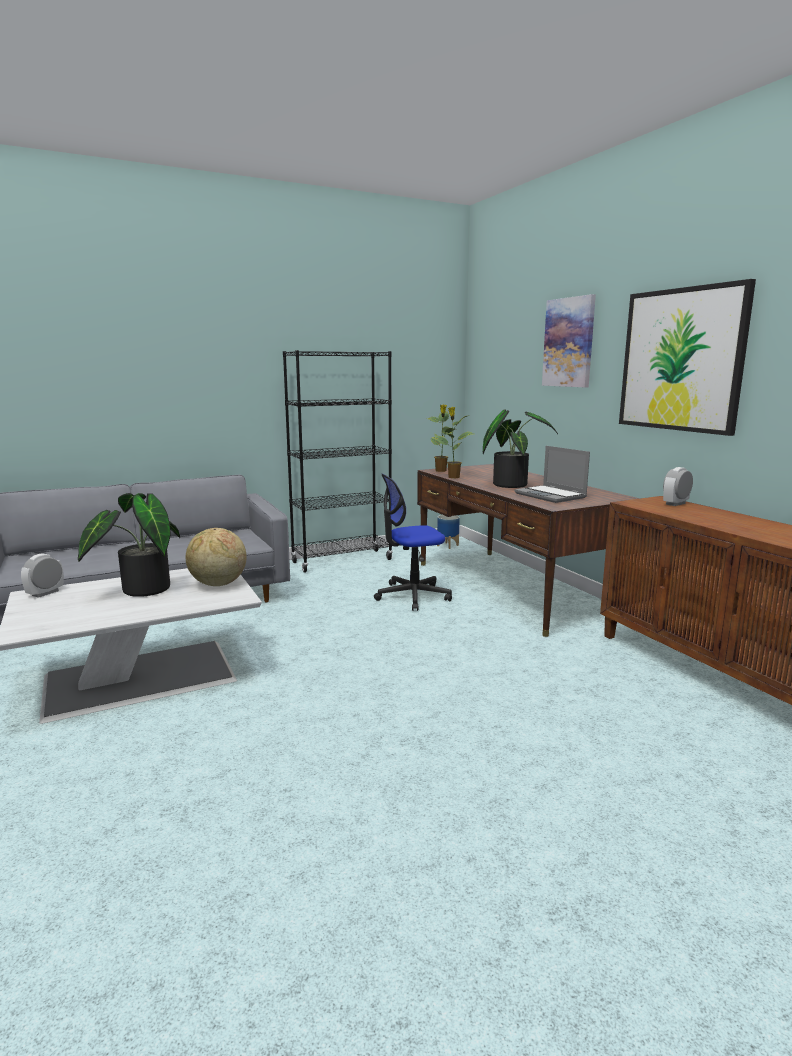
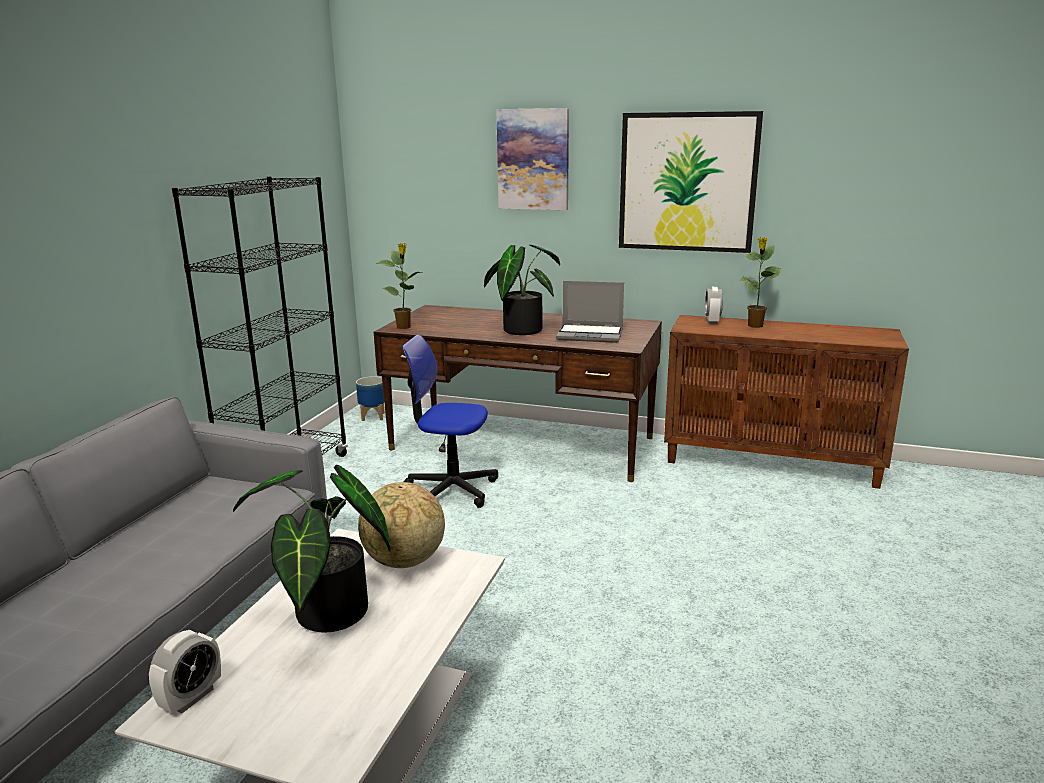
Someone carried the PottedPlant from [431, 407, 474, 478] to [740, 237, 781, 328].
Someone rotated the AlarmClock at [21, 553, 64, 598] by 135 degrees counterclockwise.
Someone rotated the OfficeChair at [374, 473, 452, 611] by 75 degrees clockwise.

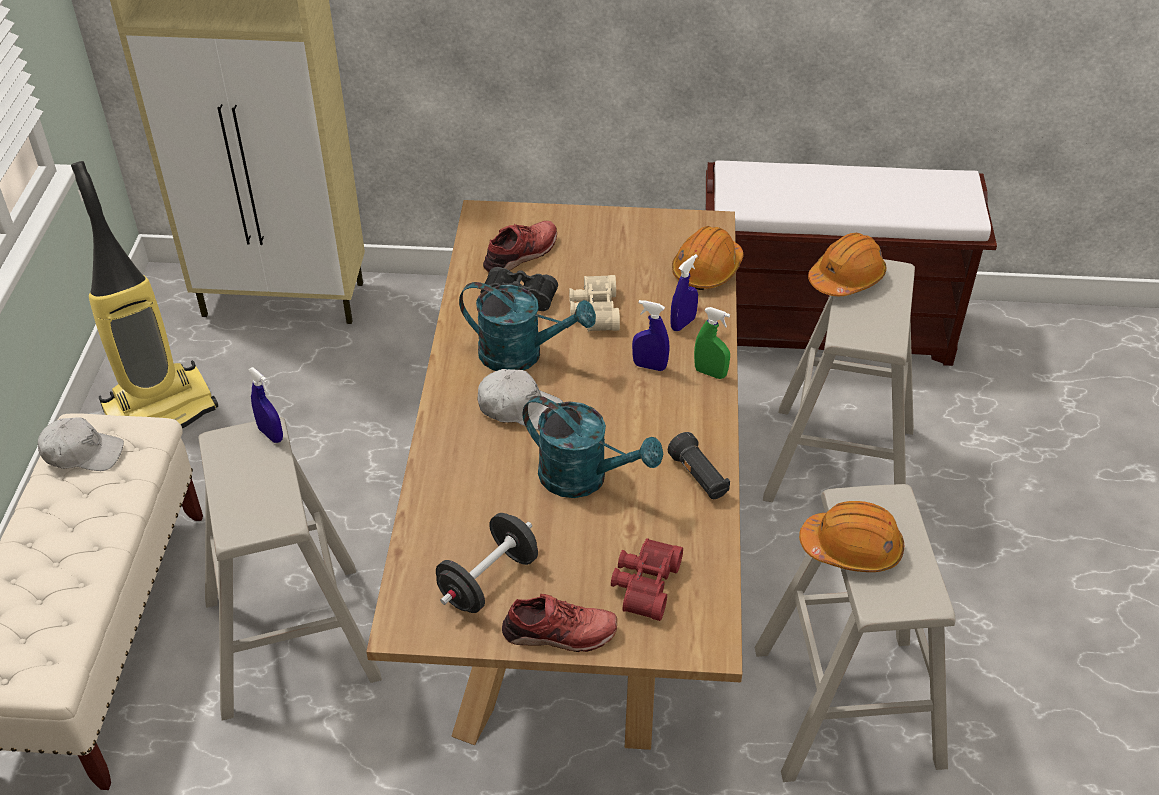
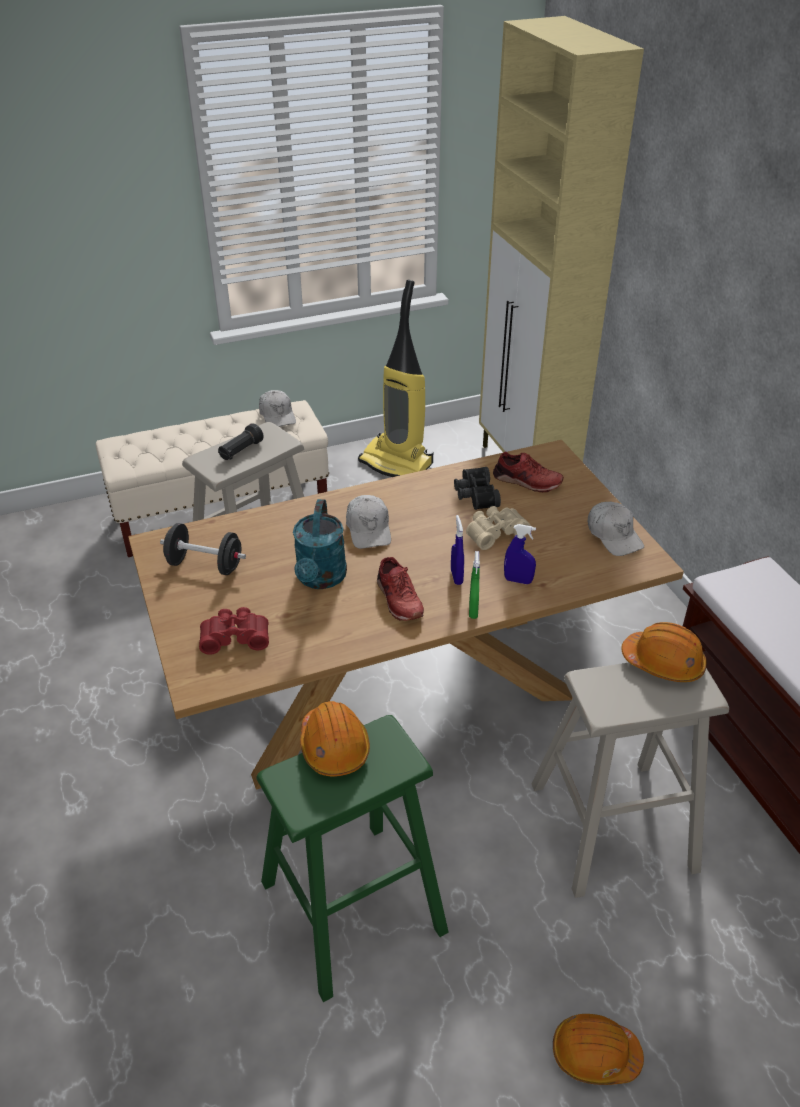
Someone took away the BlueSprayBottle at [248, 367, 283, 443].
Someone took away the TurquoiseWateringCan at [459, 282, 596, 371].
Someone put down the WhiteCap at [588, 502, 644, 556].
Someone carried the RedShoe from [502, 594, 617, 652] to [377, 557, 424, 621].
Someone carried the BlackFlashlight from [668, 432, 730, 499] to [218, 423, 264, 460].
Someone carried the OrangeHardHat from [672, 226, 744, 290] to [553, 1014, 644, 1085].
Someone repainted the BeigeStool at [755, 484, 956, 782], which became the GreenStool at [256, 715, 449, 1002].

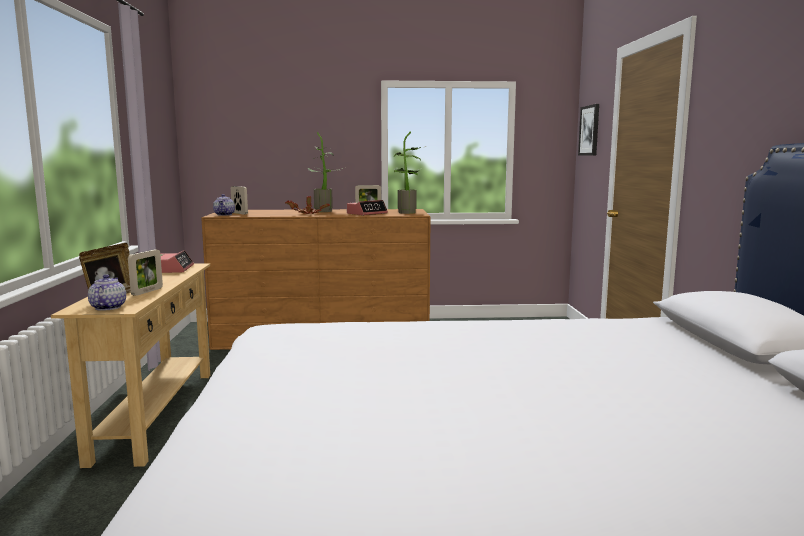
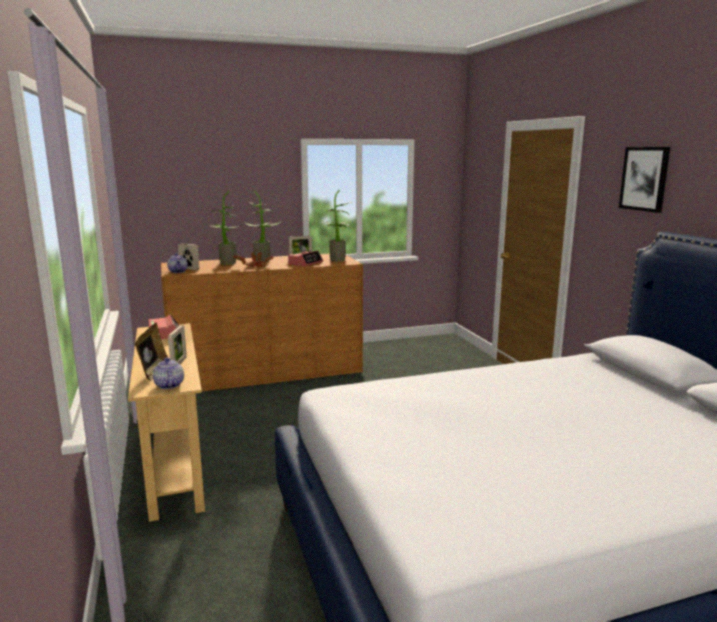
Someone put down the PottedPlant at [204, 191, 239, 265].
Someone carried the Picture from [578, 104, 599, 156] to [619, 147, 670, 213].

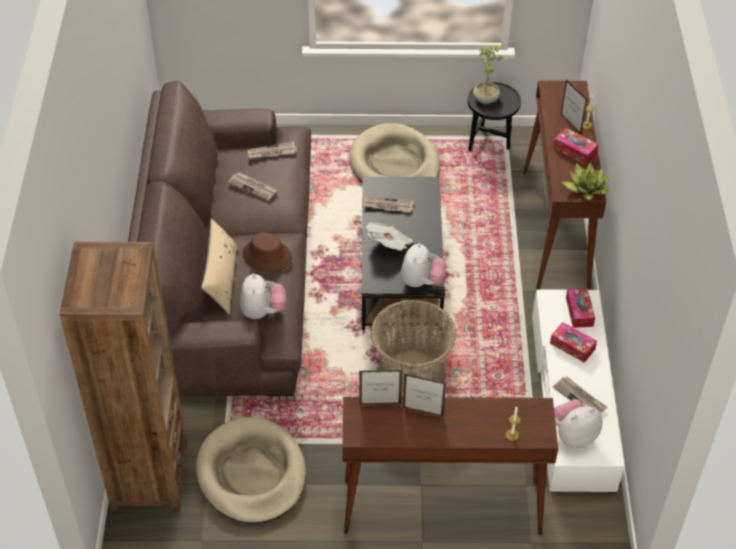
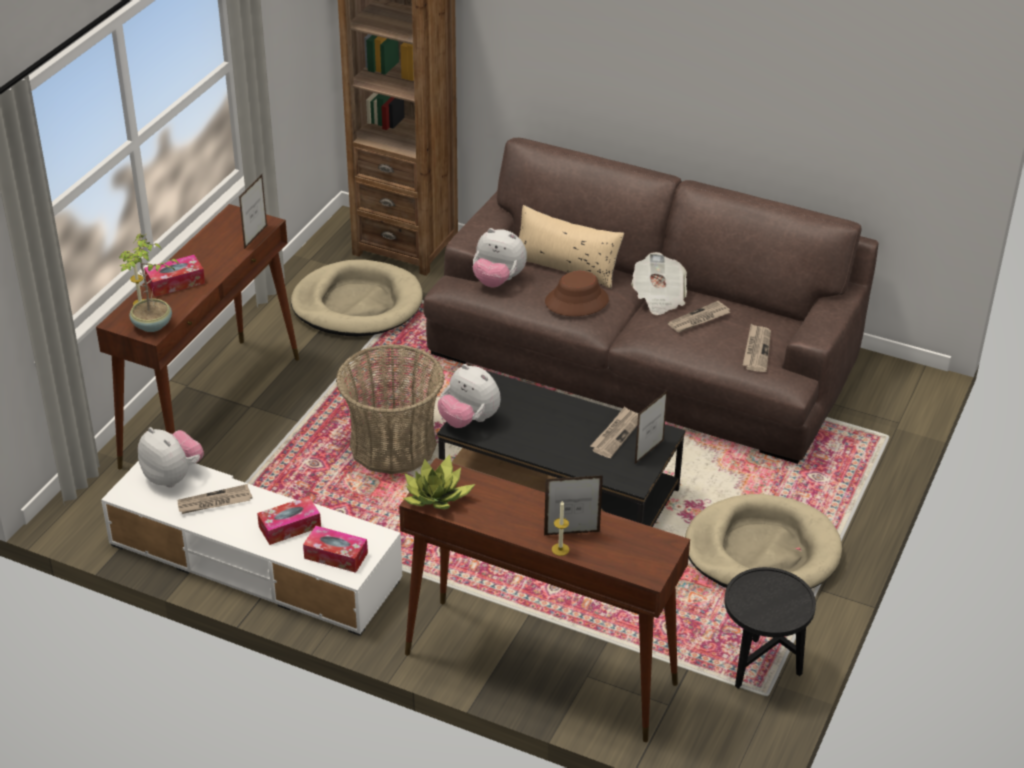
Someone carried the Newspaper from [366, 222, 413, 251] to [631, 252, 687, 315].
Someone carried the PictureFrame from [403, 374, 446, 416] to [635, 390, 668, 464].
Someone carried the PottedPlant from [473, 45, 509, 104] to [118, 234, 179, 332].
Someone carried the TissueBox from [553, 128, 599, 165] to [144, 255, 205, 297].
Someone rotated the PlushToy at [554, 399, 603, 448] by 45 degrees counterclockwise.

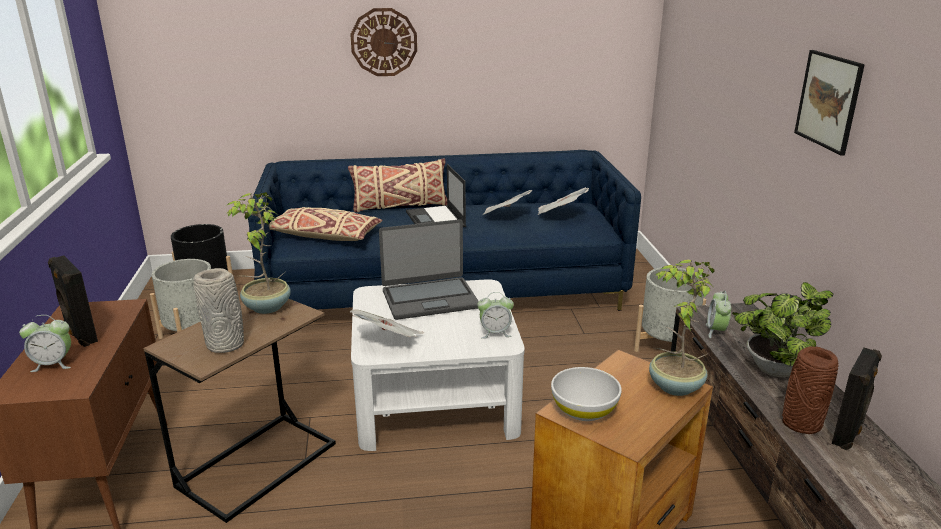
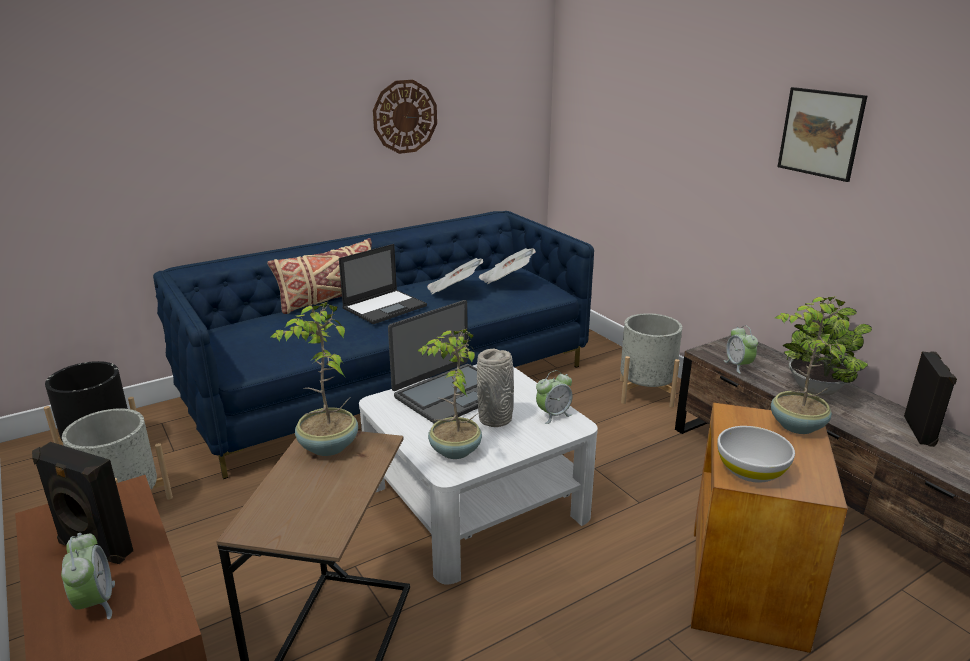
Someone took away the BeigePillow at [269, 207, 382, 241].
Someone took away the BrownVase at [782, 346, 839, 434].
Someone carried the GreyVase from [193, 268, 244, 353] to [477, 349, 514, 427].
Someone carried the WallClock from [350, 8, 417, 76] to [373, 80, 437, 154].
Someone swapped the Newspaper at [350, 309, 424, 337] for the PottedPlant at [418, 329, 482, 459].
Someone rotated the AlarmClock at [19, 315, 71, 372] by 75 degrees counterclockwise.
Someone rotated the Laptop at [406, 164, 466, 227] by 90 degrees counterclockwise.

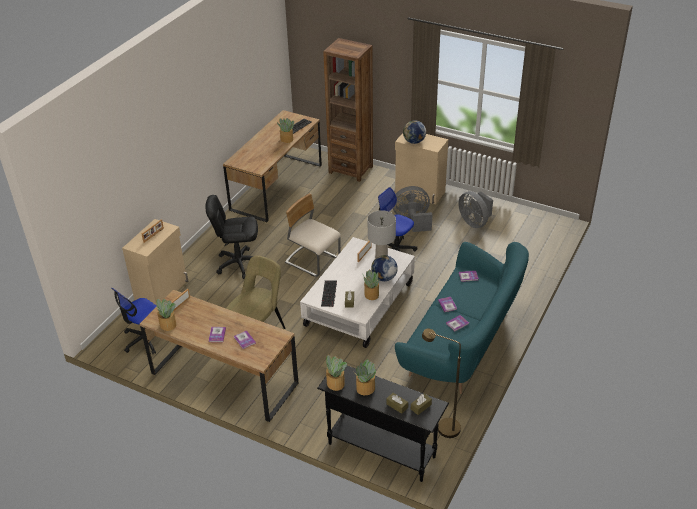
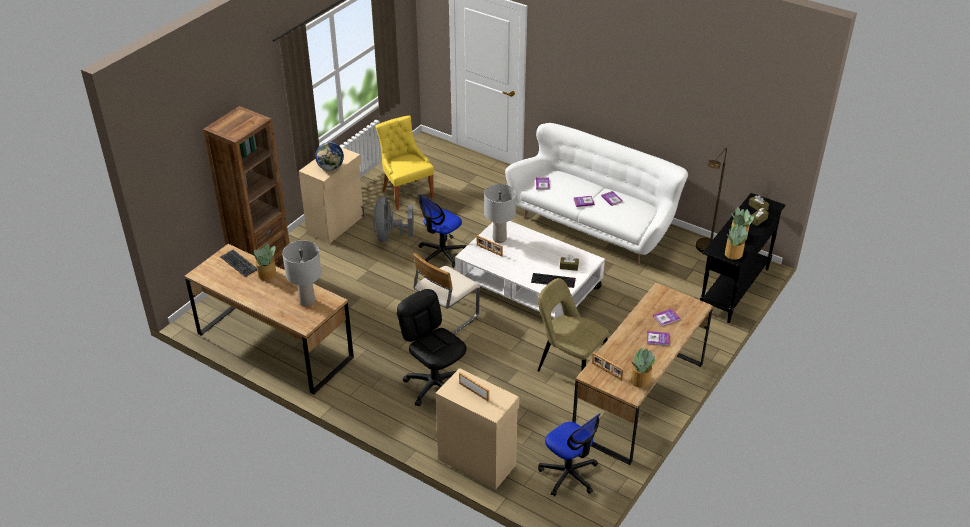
Someone took away the PottedPlant at [362, 270, 380, 300].
Someone took away the Globe at [371, 255, 398, 281].
Someone put down the GreyTableLamp at [282, 240, 322, 306].
Someone swapped the GreyFan at [458, 191, 493, 228] for the YellowChair at [375, 115, 434, 210].
Someone repainted the TurquoiseSofa at [395, 242, 529, 394], which became the WhiteSofa at [505, 123, 688, 264].
Someone rotated the BlackOfficeChair at [205, 195, 258, 279] by 135 degrees clockwise.

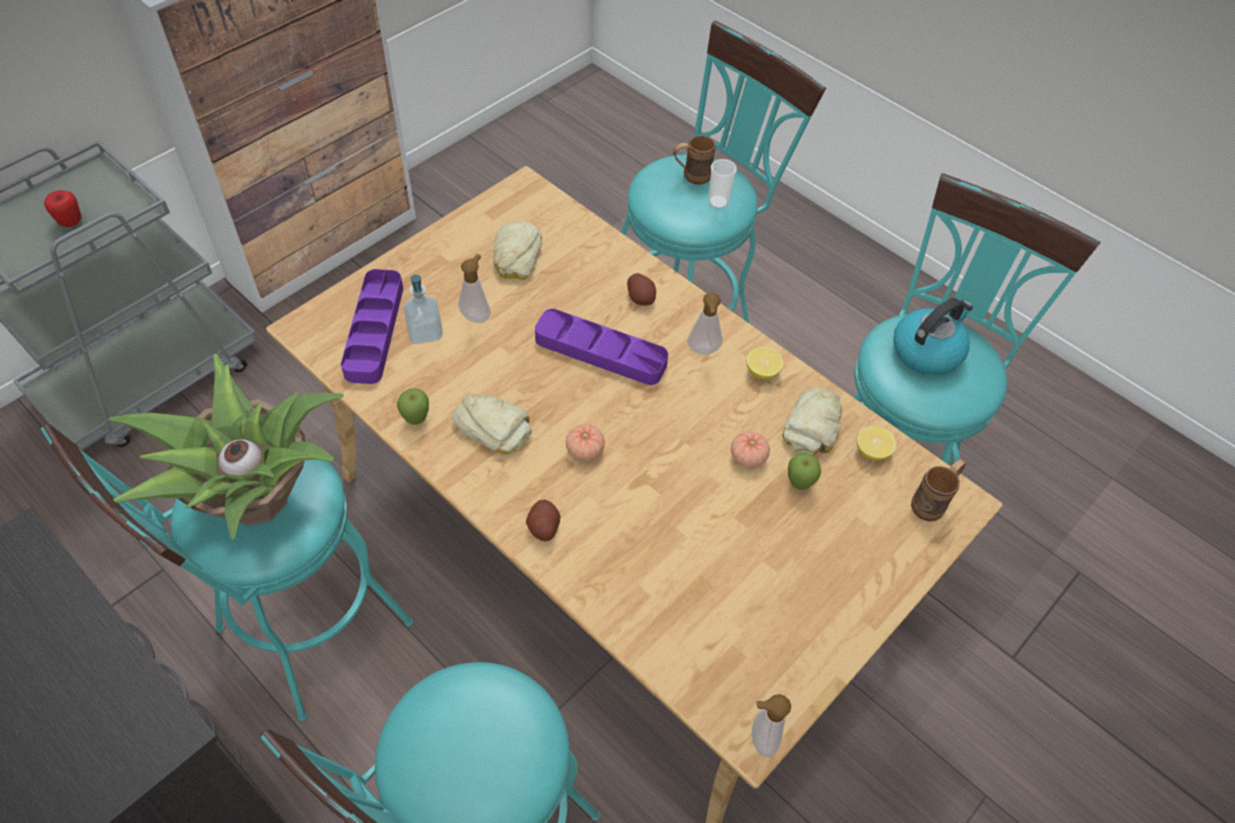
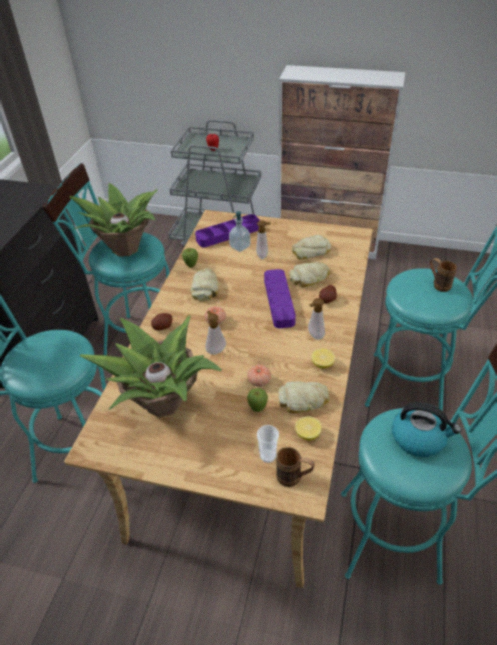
Someone put down the PottedPlant at [80, 315, 222, 417].
Someone put down the Bread at [290, 262, 330, 287].
Someone carried the Cup from [709, 159, 737, 209] to [257, 425, 279, 463].
Someone carried the SoapDispenser from [752, 694, 791, 757] to [205, 310, 226, 355].

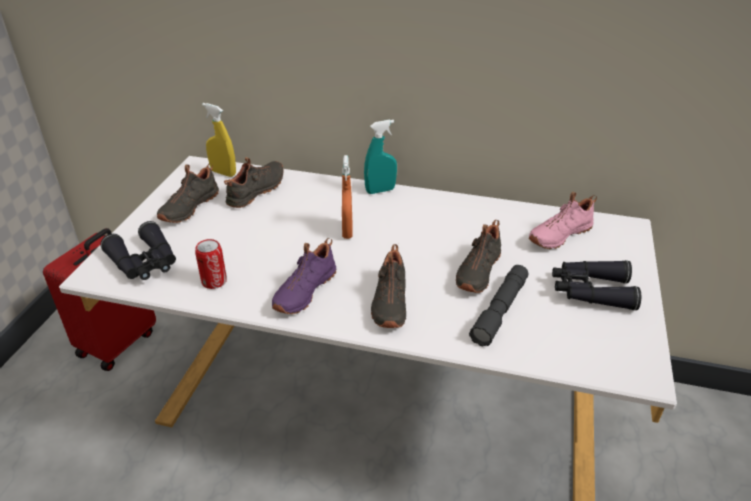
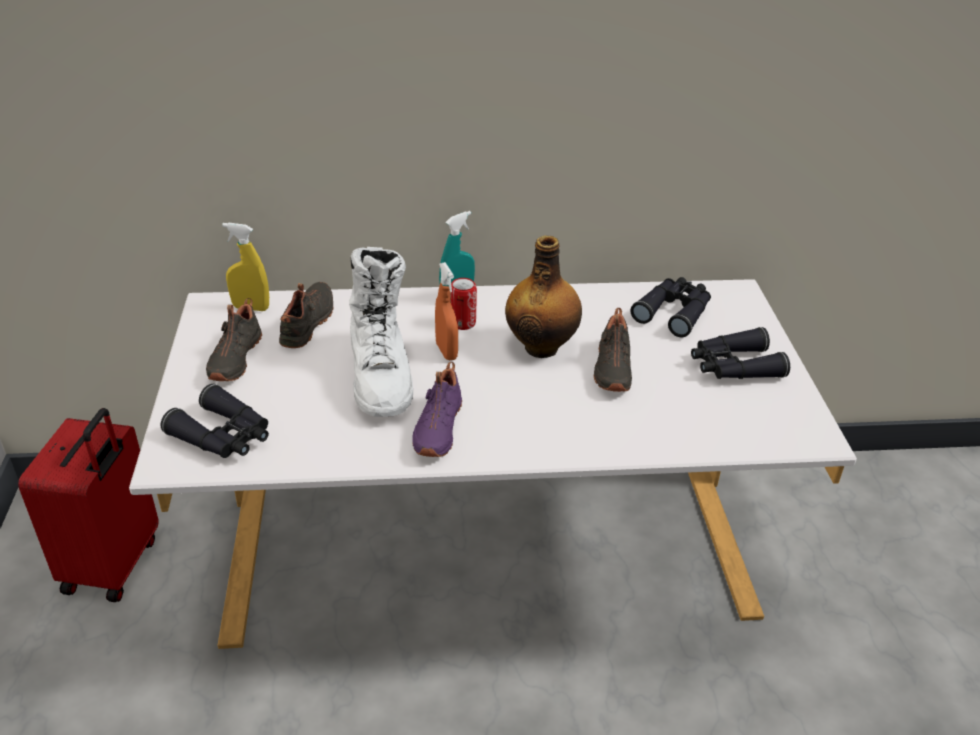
Someone took away the BlackShoe at [371, 244, 406, 328].
Someone took away the GreyFlashlight at [469, 265, 528, 346].
Someone put down the WhiteBoot at [349, 247, 413, 417].
Someone put down the Bottle at [505, 235, 582, 358].
Someone carried the Can from [195, 239, 227, 289] to [450, 278, 477, 330].
Someone swapped the PinkShoe at [529, 192, 597, 249] for the BlackBinoculars at [630, 277, 711, 337].

